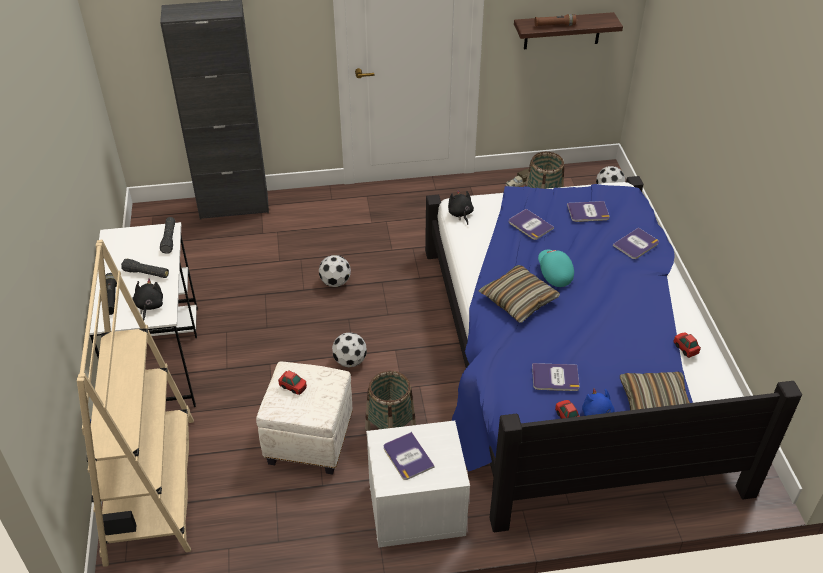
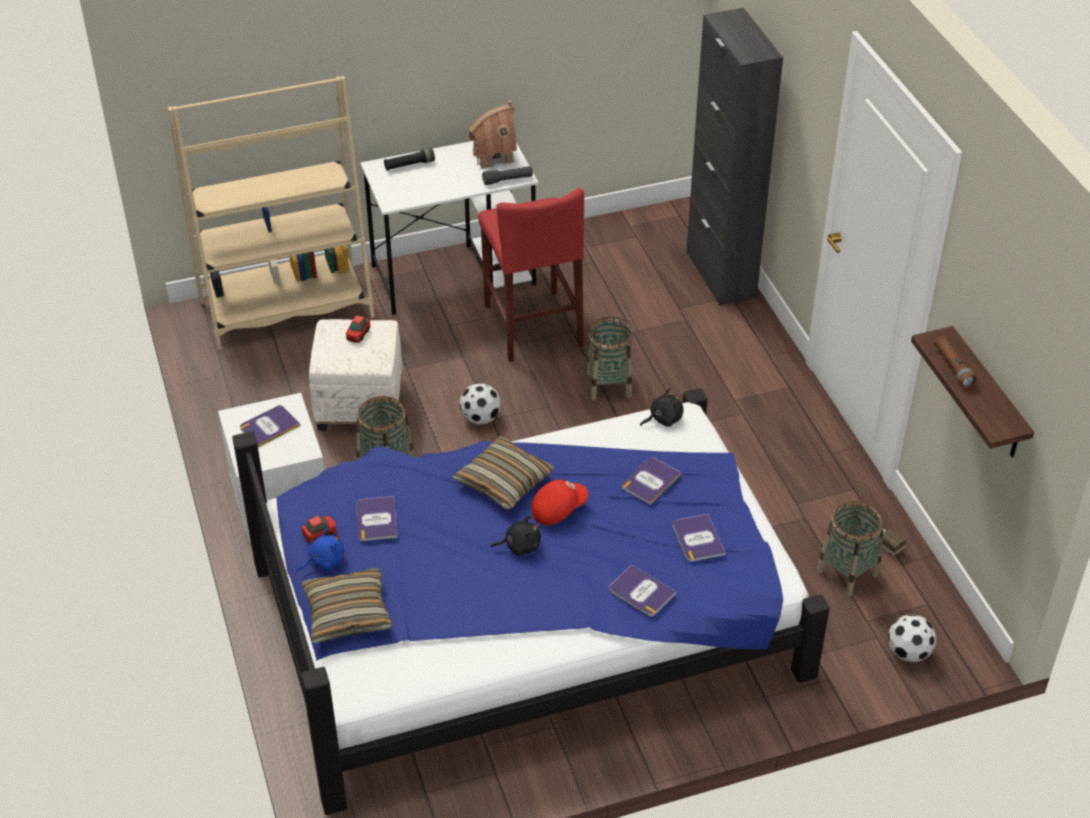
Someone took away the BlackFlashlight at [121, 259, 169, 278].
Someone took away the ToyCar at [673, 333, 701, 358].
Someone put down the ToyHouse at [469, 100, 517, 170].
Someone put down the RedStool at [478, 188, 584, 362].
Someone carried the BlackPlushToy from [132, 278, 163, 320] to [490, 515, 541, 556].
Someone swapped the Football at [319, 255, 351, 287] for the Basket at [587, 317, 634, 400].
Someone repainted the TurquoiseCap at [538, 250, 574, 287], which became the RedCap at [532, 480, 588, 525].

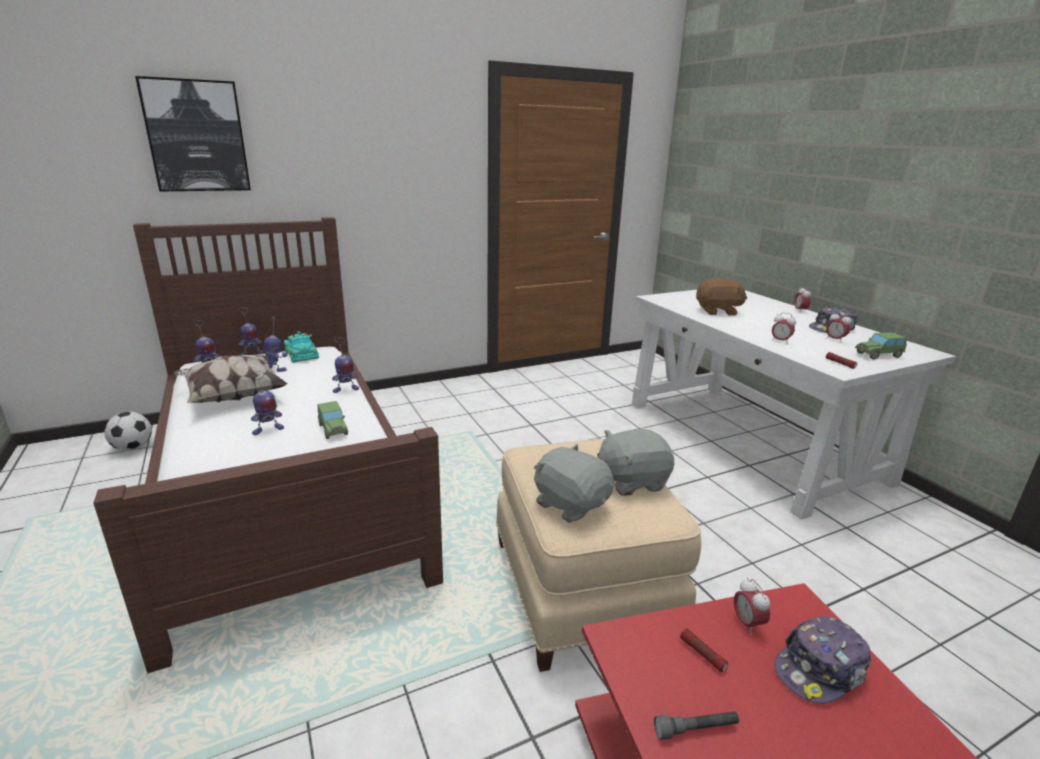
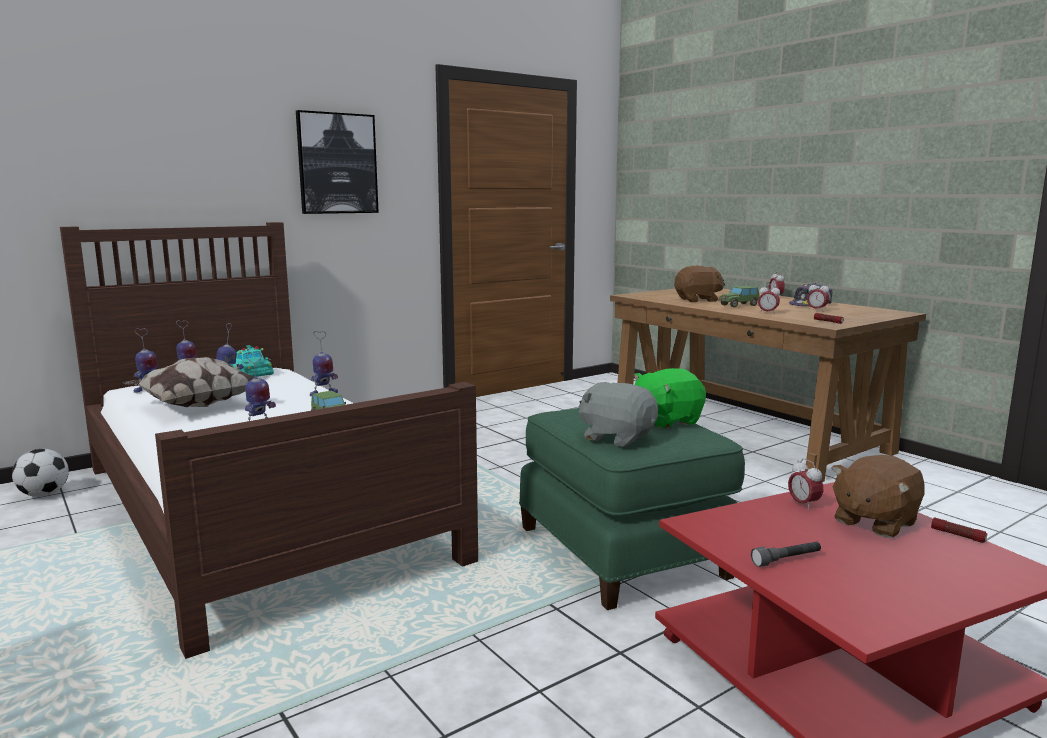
Someone carried the Picture from [135, 76, 251, 191] to [296, 110, 379, 214].
Someone carried the Flashlight from [680, 628, 728, 672] to [931, 517, 987, 543].
Someone carried the ToyCar from [855, 332, 907, 360] to [718, 286, 760, 307].
Someone swapped the Cap at [774, 617, 871, 704] for the BrownPlushToy at [832, 455, 924, 538].
Someone repainted the BeigeOttoman at [496, 439, 701, 672], which became the GreenOttoman at [519, 408, 745, 610].
Someone repainted the GreyPlushToy at [597, 429, 674, 496], which became the GreenPlushToy at [634, 368, 706, 429].
Someone repainted the WhiteDesk at [631, 290, 956, 519], which became the BrownDesk at [610, 289, 926, 482].

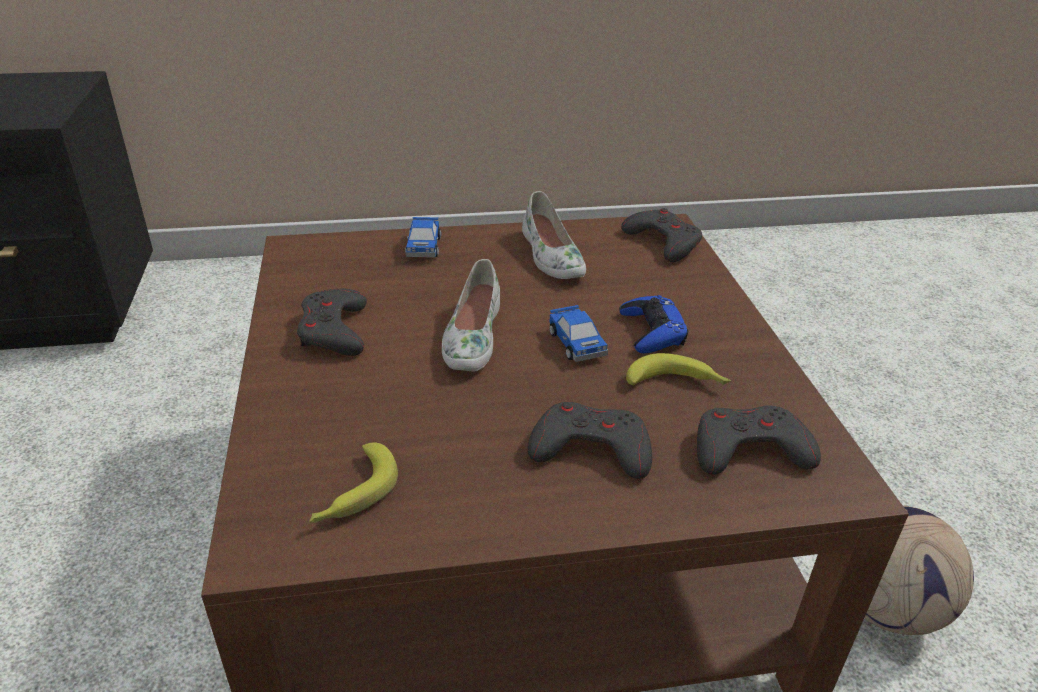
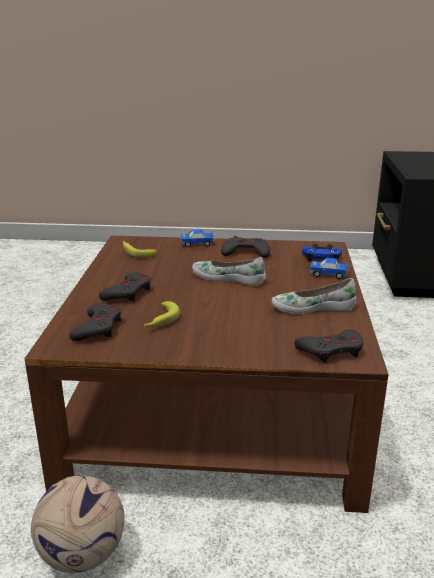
Someone carried the ToyCar from [549, 305, 608, 362] to [181, 229, 213, 247].
Someone carried the BlueGameController from [619, 295, 688, 353] to [302, 244, 342, 262].

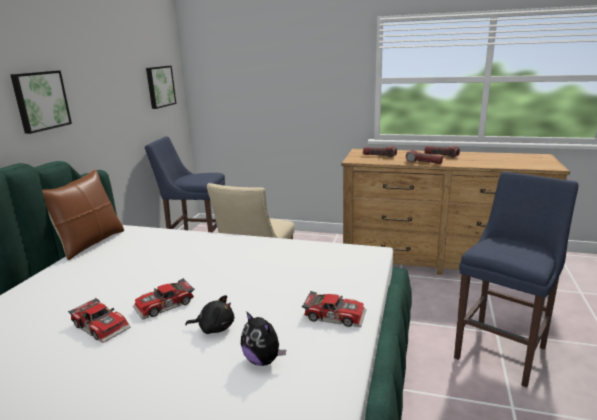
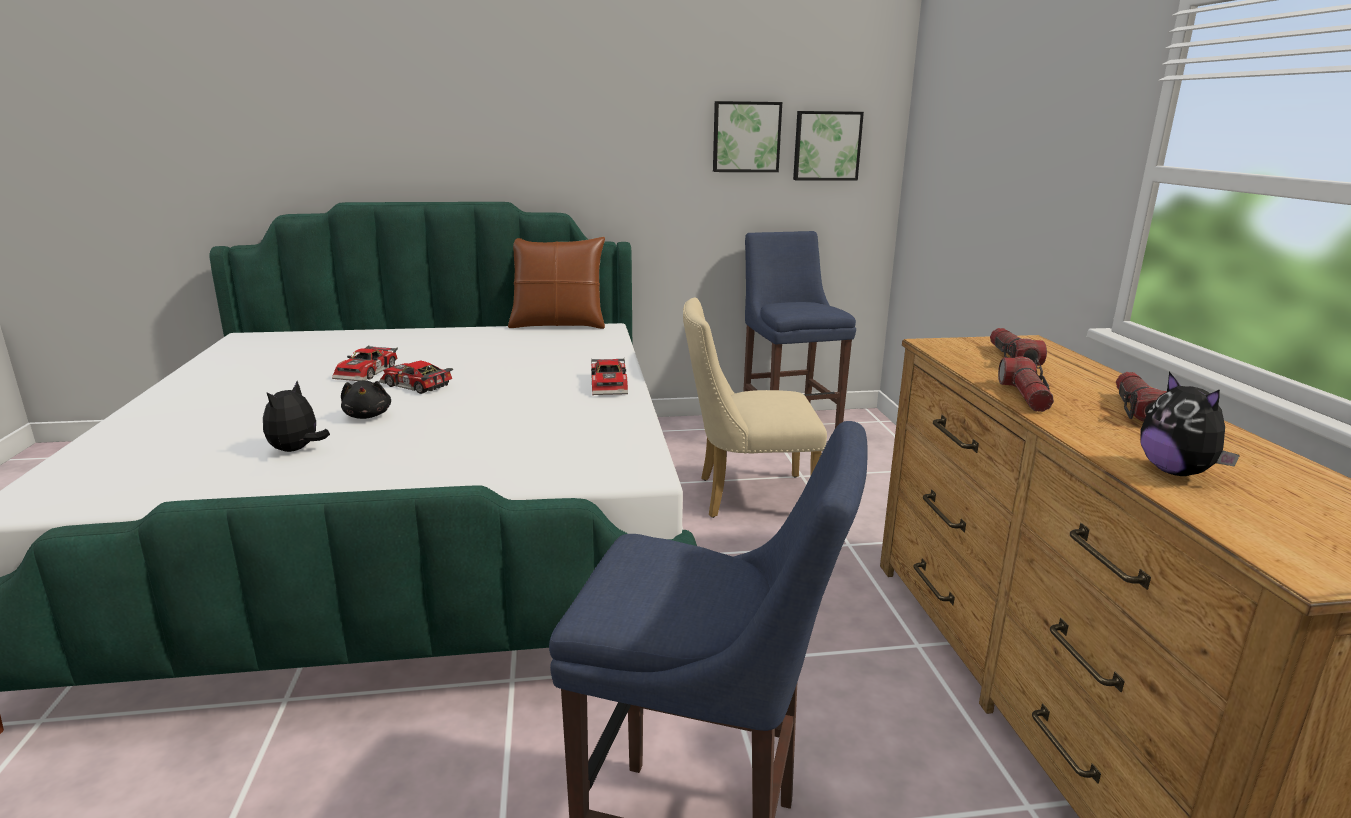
Someone put down the PlushToy at [1140, 372, 1240, 476].
Someone carried the Picture from [10, 71, 72, 134] to [713, 101, 782, 172].
Someone carried the ToyCar from [302, 291, 366, 327] to [591, 358, 628, 395].

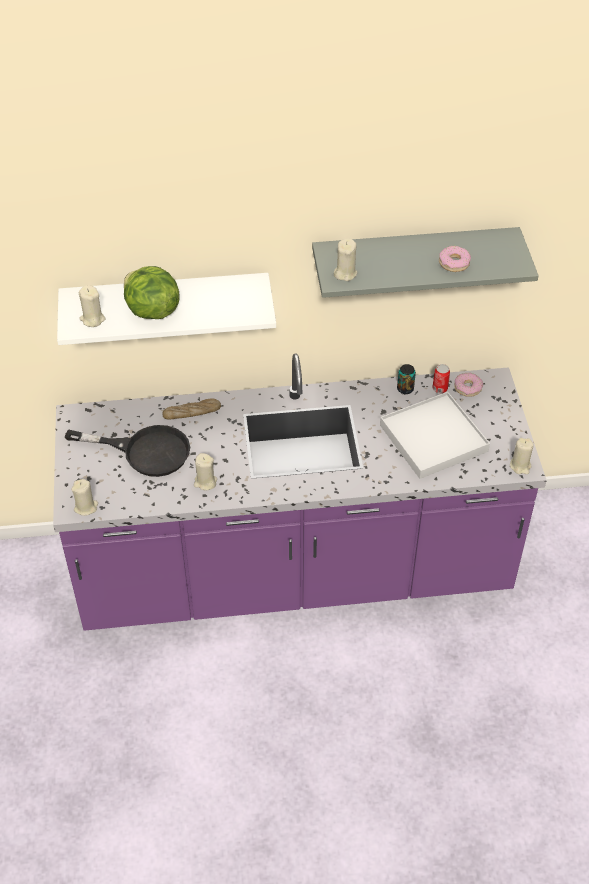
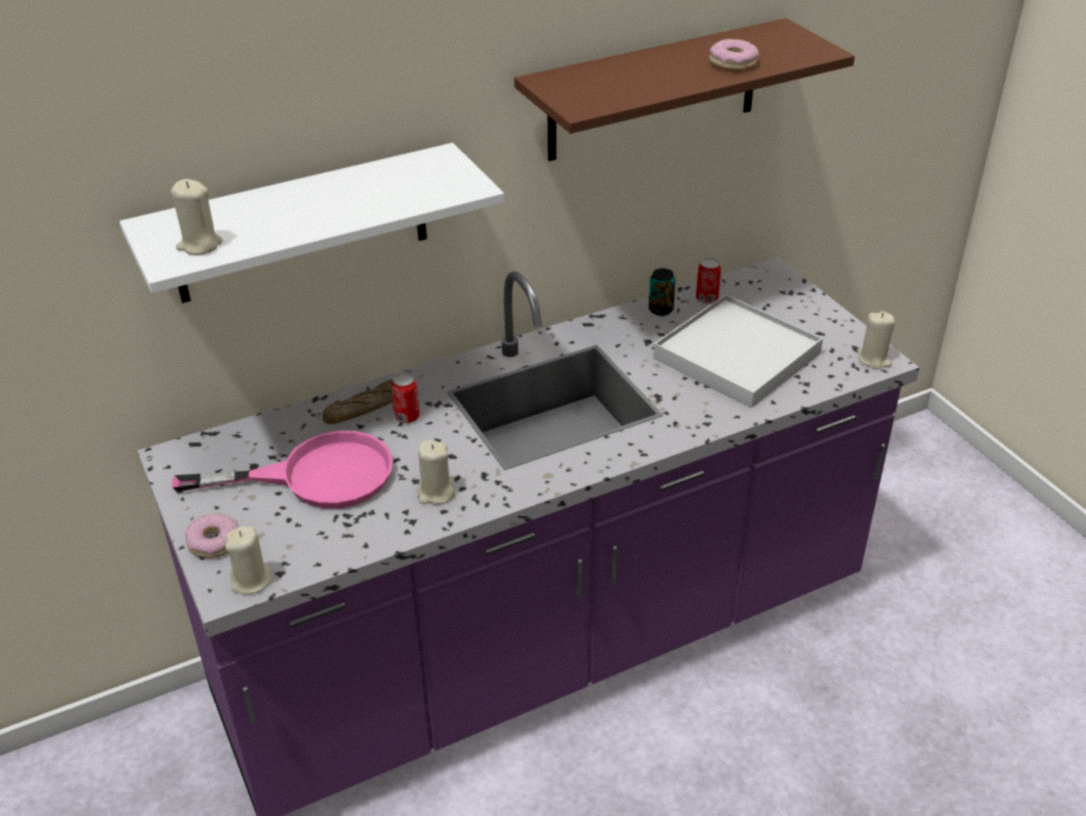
Someone took away the Lettuce at [124, 266, 180, 319].
Someone took away the BeigeCandle at [334, 239, 357, 281].
Someone put down the Can at [391, 373, 420, 423].
Someone carried the Donut from [454, 373, 483, 397] to [185, 513, 239, 558].
Someone repainted the BlackFryingPan at [65, 425, 190, 477], which became the PinkFryingPan at [172, 431, 393, 508].
Someone repainted the GreyShelf at [312, 227, 539, 298], which became the BrownShelf at [514, 18, 855, 161].

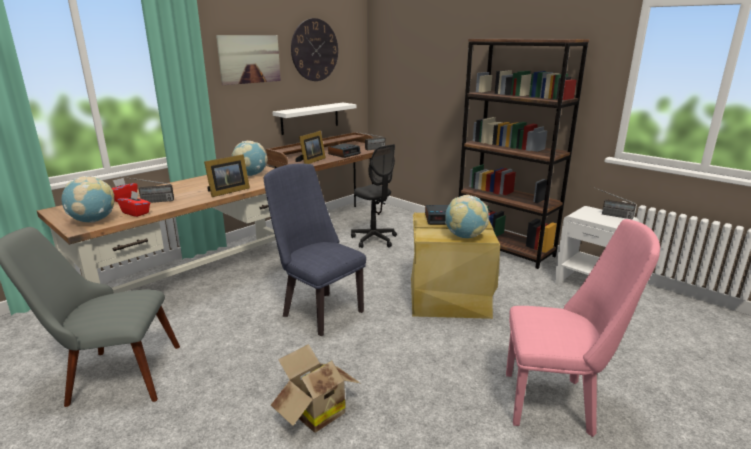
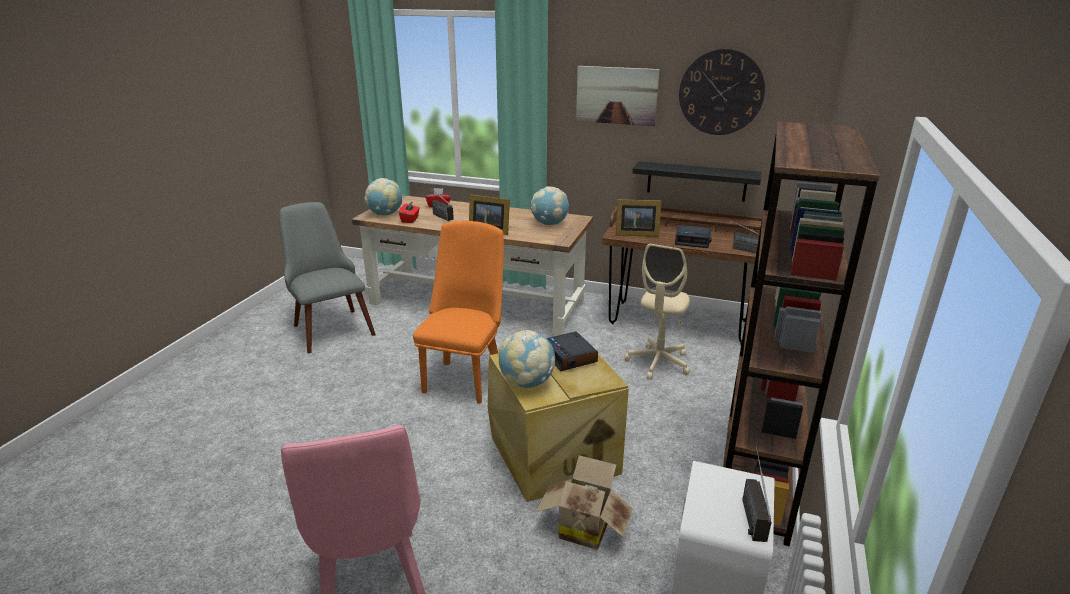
Someone carried the CardboardBox from [271, 344, 360, 433] to [536, 455, 633, 550].
Someone repainted the BlueChair at [264, 164, 366, 336], which became the OrangeChair at [413, 221, 504, 404].
Someone repainted the WhiteShelf at [272, 103, 356, 135], which became the BlackShelf at [632, 161, 762, 202].
Someone repainted the BlackOfficeChair at [351, 144, 397, 248], which became the BeigeOfficeChair at [625, 243, 690, 380].

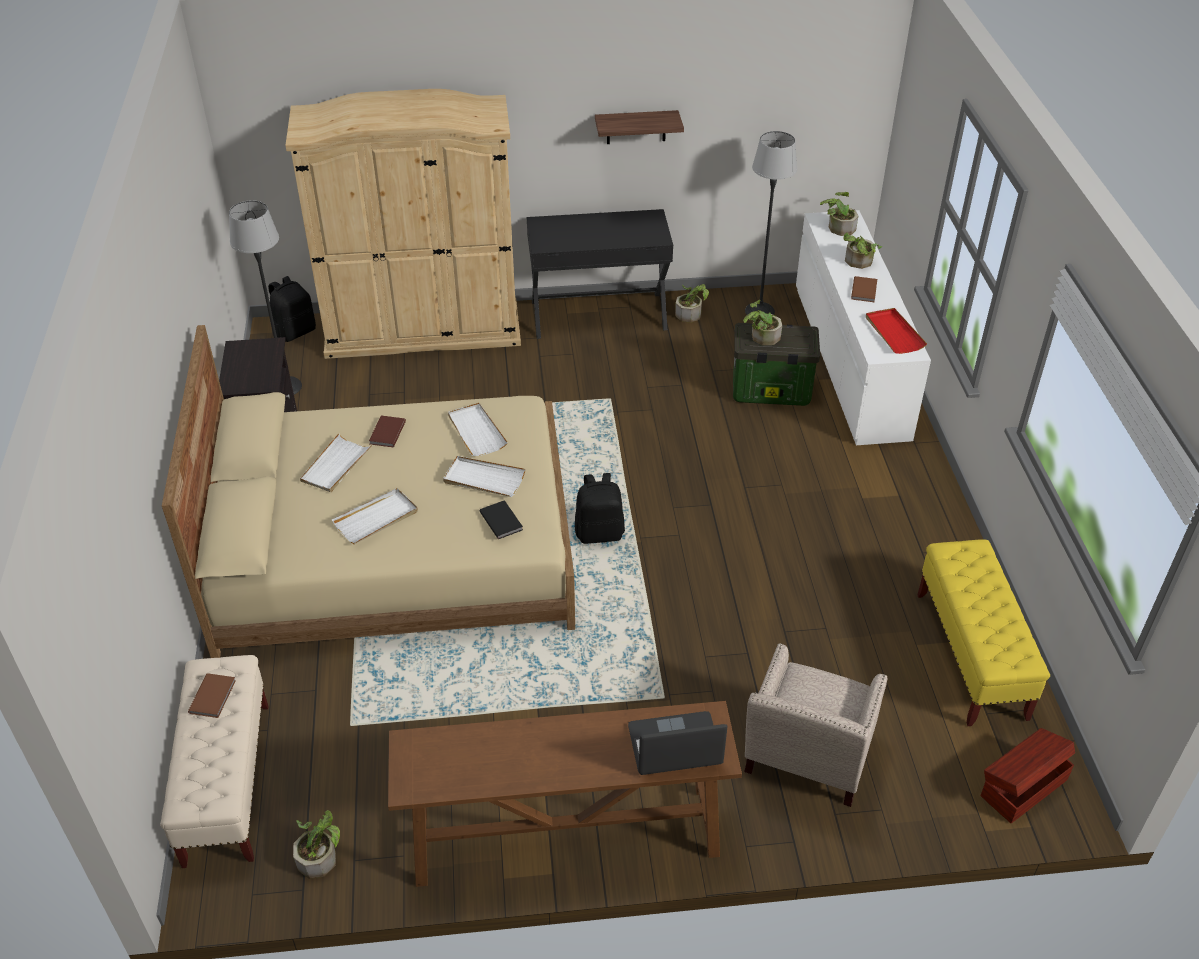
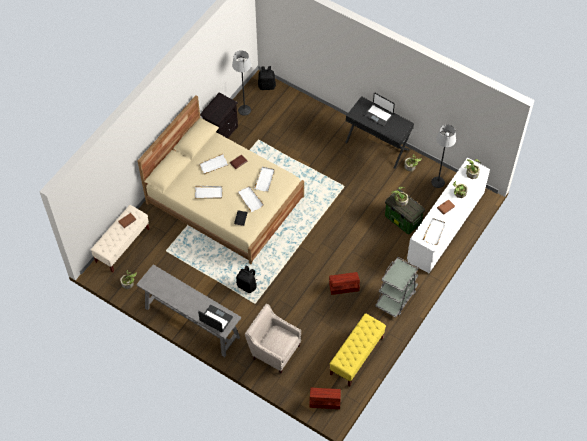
Someone took away the BeigeWardrobe at [285, 89, 521, 359].
Someone took away the Shelf at [595, 110, 684, 144].
Someone put down the BrownStorageBox at [329, 272, 360, 295].
Someone put down the Laptop at [364, 93, 395, 126].
Someone put down the GreyCart at [375, 257, 418, 318].
Someone carried the BlackBackpack from [575, 473, 625, 544] to [236, 266, 257, 293].
Someone repainted the BrownConsoleTable at [388, 701, 742, 887], which became the GreyConsoleTable at [136, 264, 241, 357].
Someone repainted the RedTray at [866, 308, 927, 354], which became the WhiteTray at [423, 218, 445, 245].
Someone rotated the BeigeArmchair at [744, 643, 887, 807] by 60 degrees clockwise.

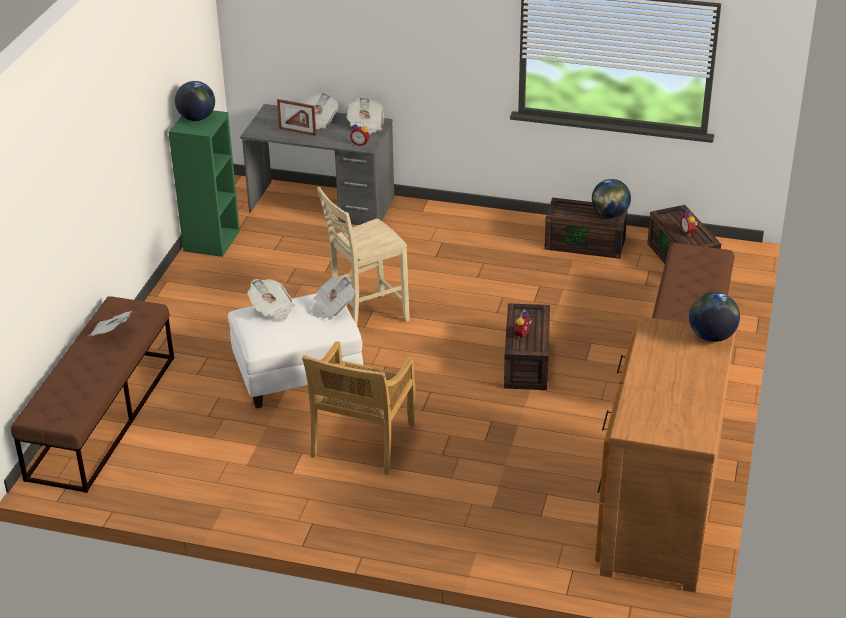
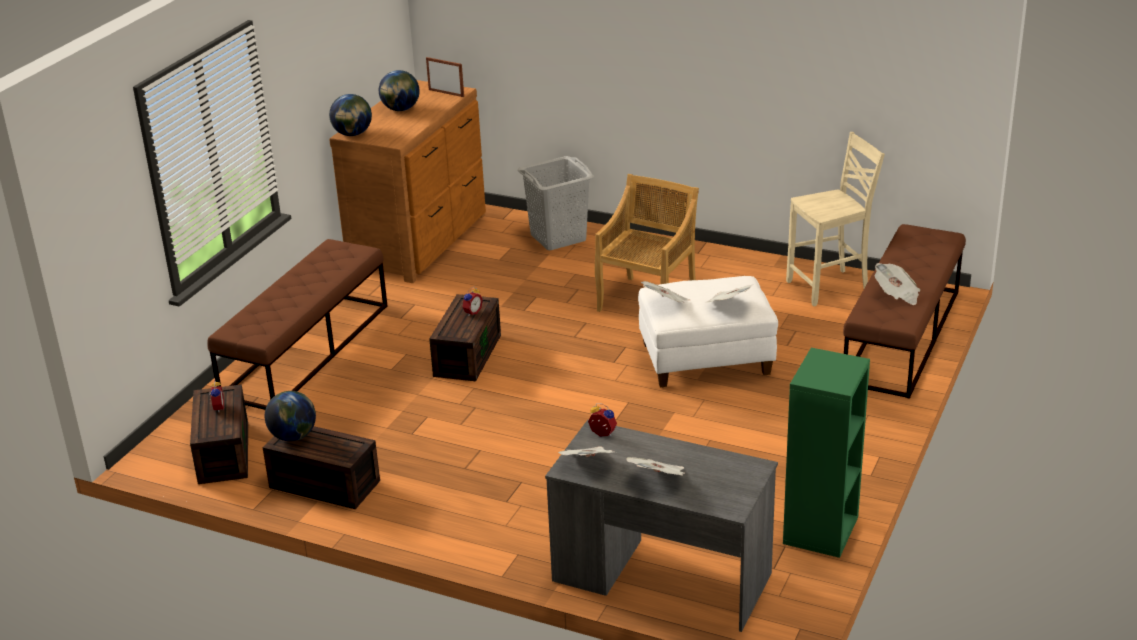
Someone put down the GreyLaundryBasket at [518, 156, 594, 250].
Someone carried the Globe from [175, 81, 215, 121] to [379, 70, 420, 111].
Someone carried the PictureFrame from [277, 99, 316, 136] to [426, 57, 464, 97].
Someone carried the BeigeChair from [317, 187, 410, 325] to [786, 132, 885, 306].

